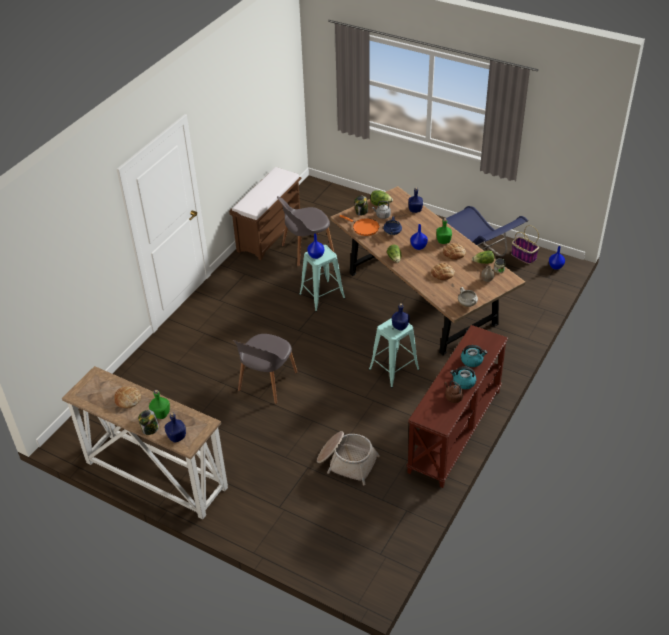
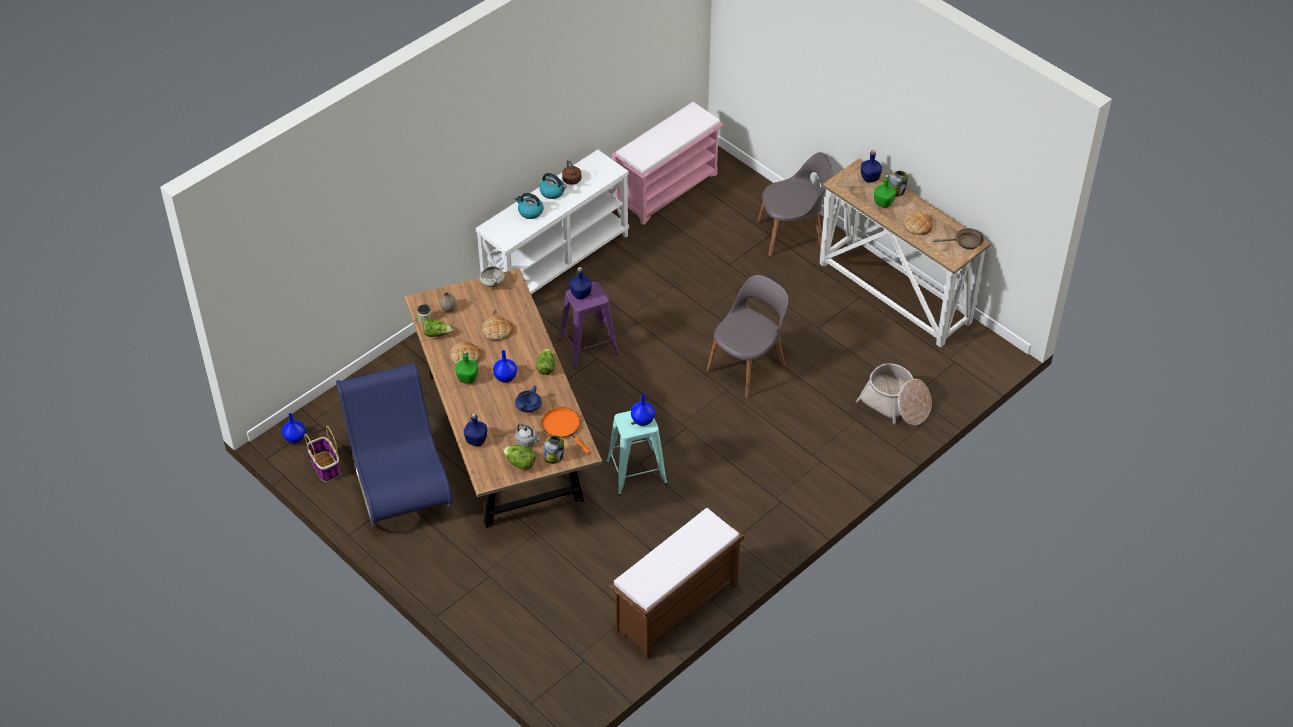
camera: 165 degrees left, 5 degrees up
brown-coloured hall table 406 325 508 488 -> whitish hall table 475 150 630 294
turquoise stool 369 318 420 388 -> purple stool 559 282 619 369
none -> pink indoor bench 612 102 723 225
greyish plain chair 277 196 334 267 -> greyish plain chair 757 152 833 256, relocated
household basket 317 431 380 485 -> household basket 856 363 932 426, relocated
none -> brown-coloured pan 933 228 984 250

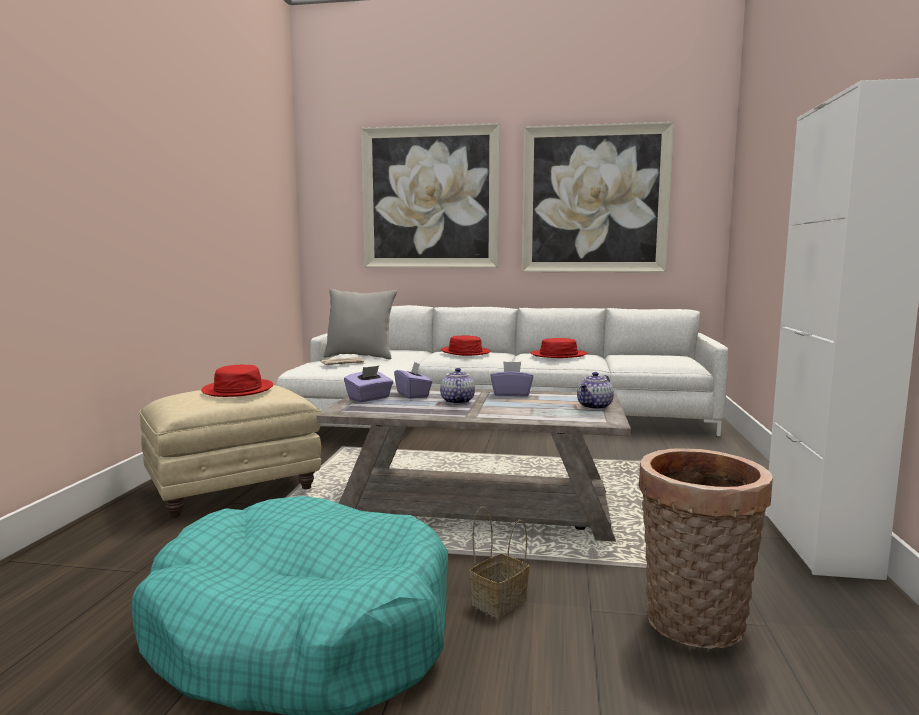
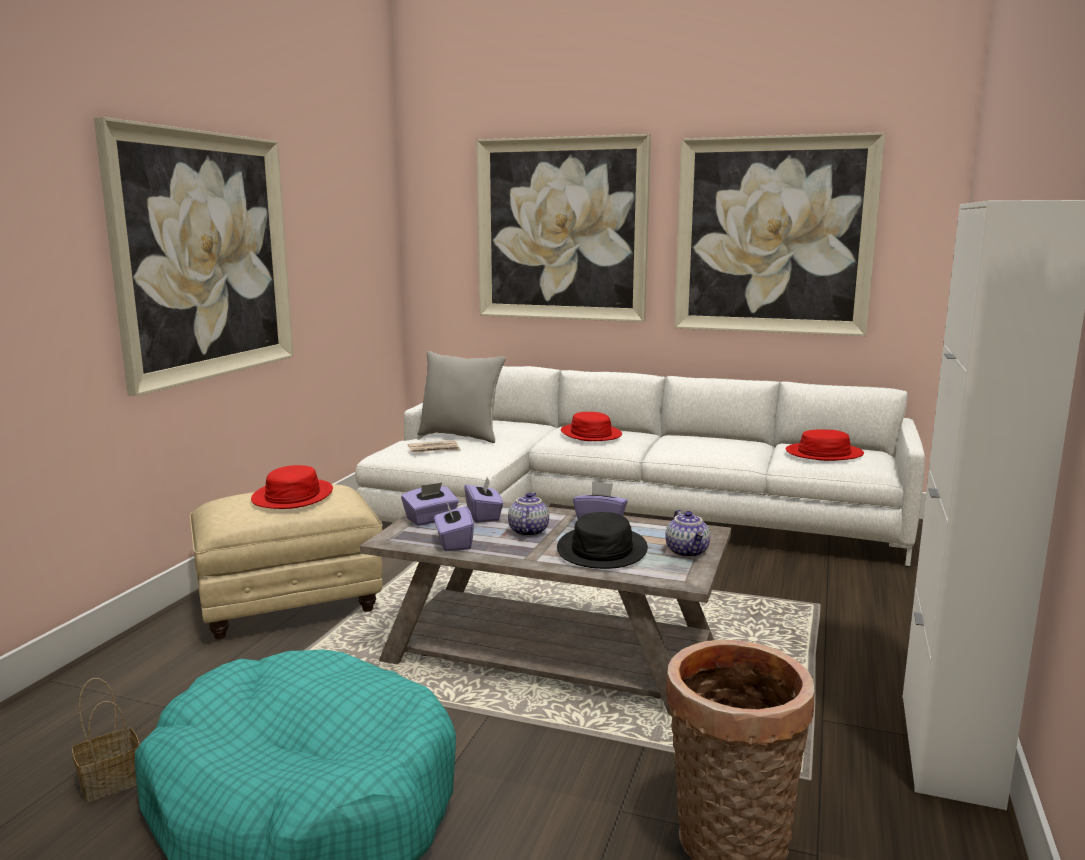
camera: 10 degrees right, 5 degrees up
household basket 470 507 529 618 -> household basket 72 678 140 802, relocated
none -> wall picture 94 117 294 396
none -> purple box of tissues 434 501 474 551
none -> blackish hat 557 512 648 569
pot for tea 577 372 614 410 -> pot for tea 665 510 710 558, 60 degrees counterclockwise
red-coloured hat 530 338 587 358 -> red-coloured hat 786 429 864 461, relocated

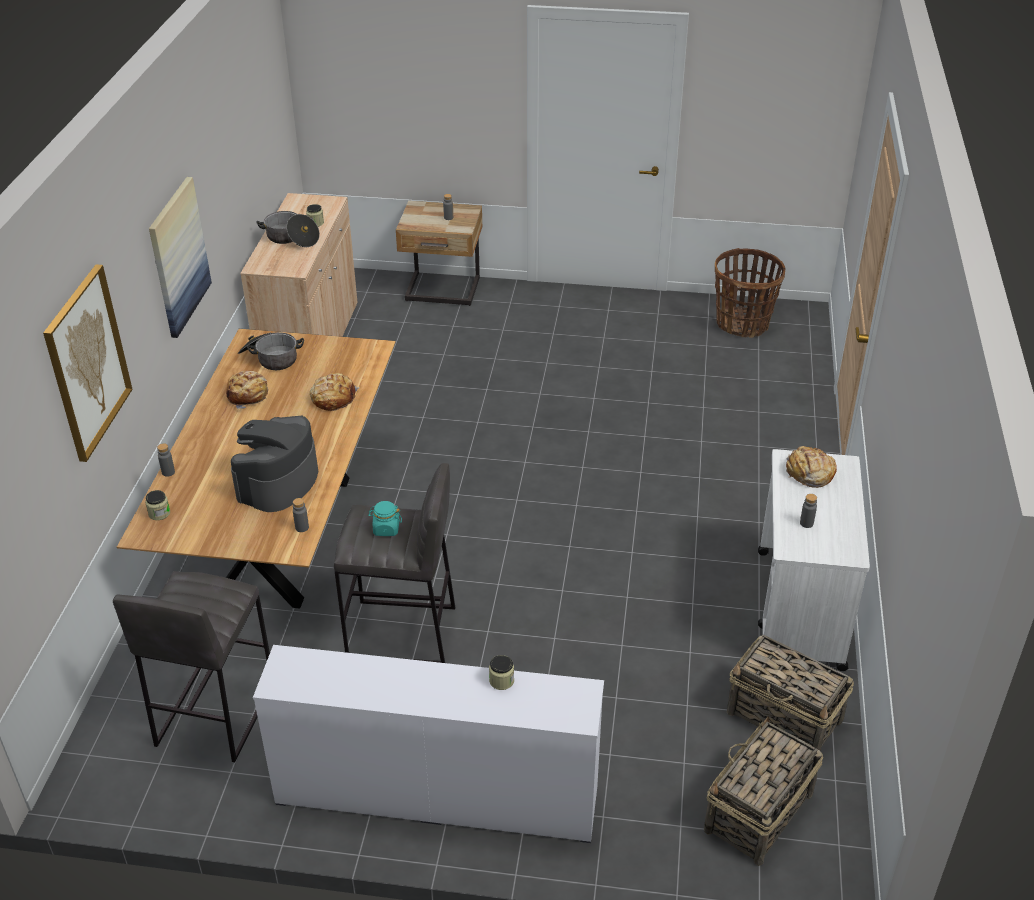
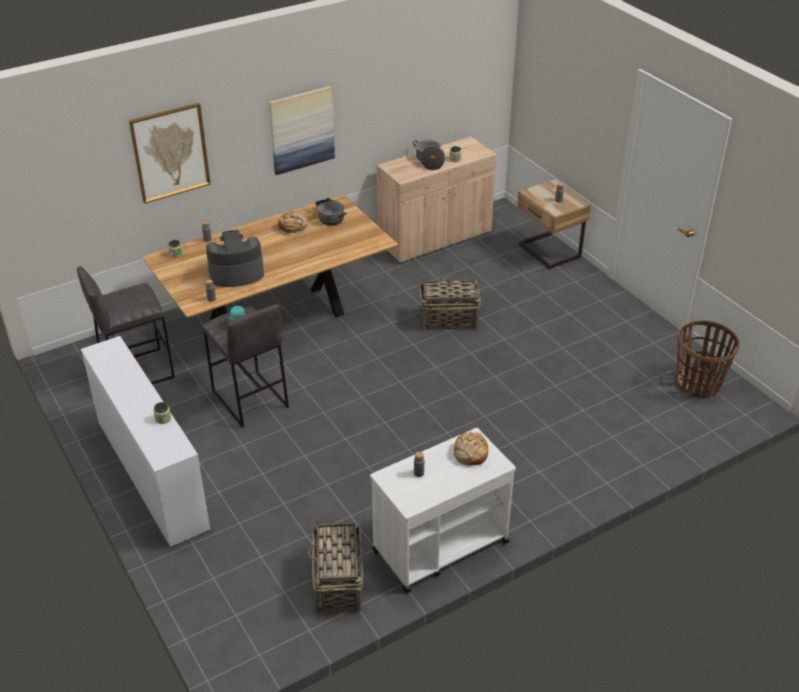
camera: 50 degrees right, 0 degrees up
household basket 704 717 823 866 -> household basket 418 277 481 331, relocated
baked bread 310 373 360 411 -> none

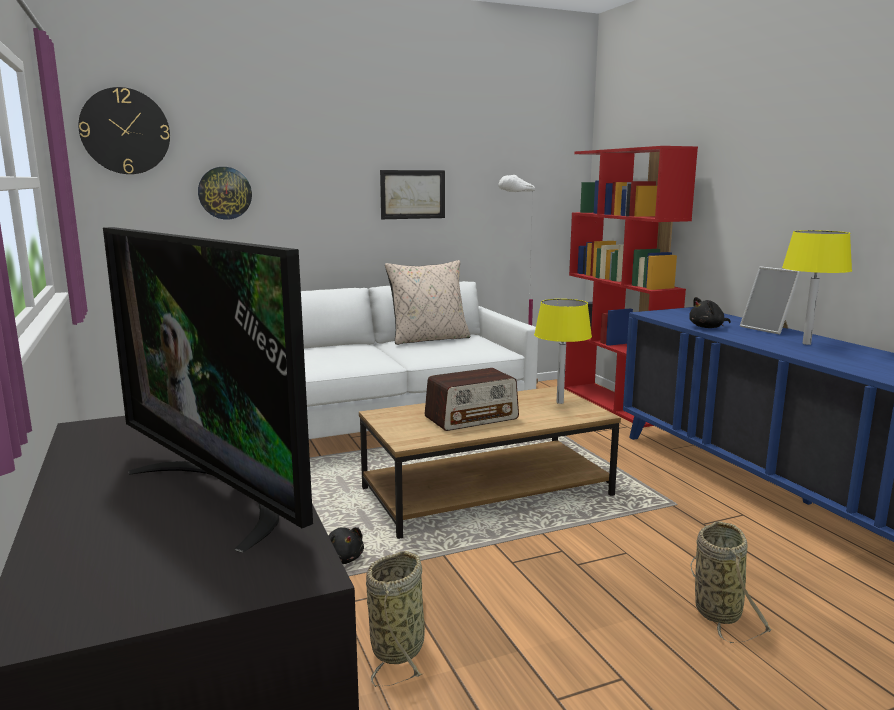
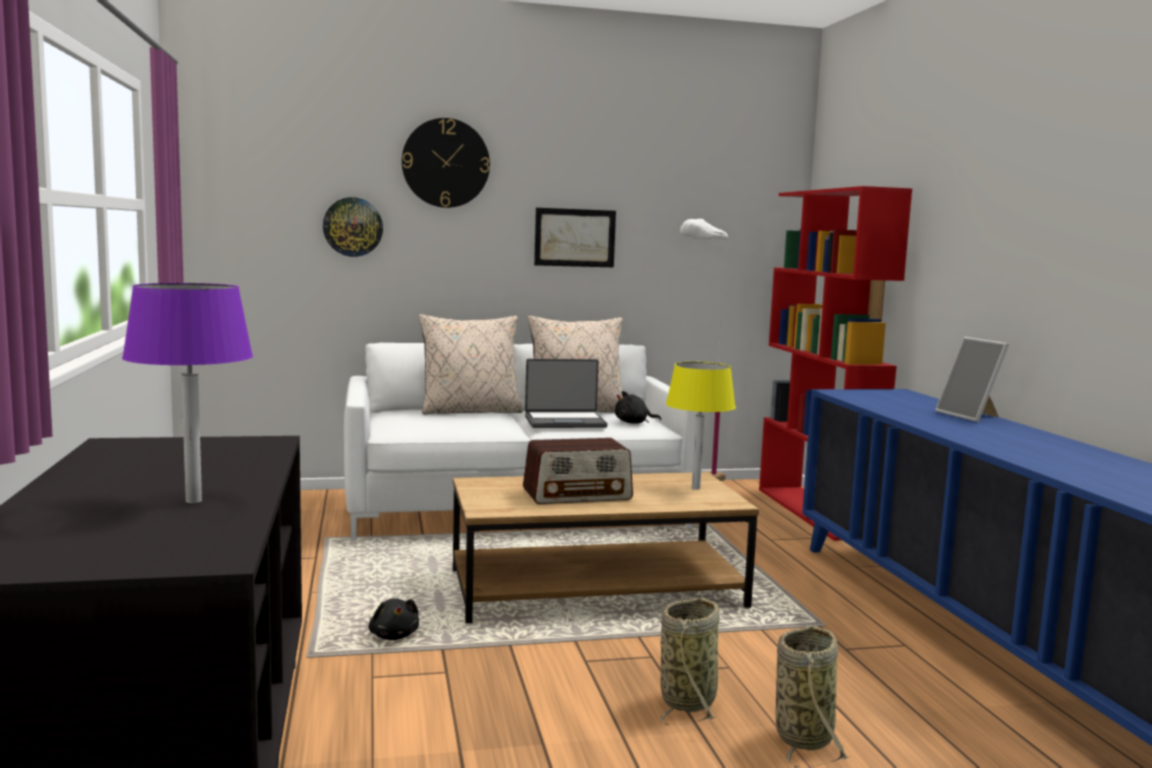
camera: 10 degrees right, 5 degrees down
television 103 227 313 553 -> purple lamp for a table 122 283 253 503
hanging clock 79 87 170 174 -> hanging clock 402 118 490 208, relocated
none -> beige cushion 419 315 523 415
none -> notebook computer 525 359 608 428
blackish soft toy 689 297 731 328 -> blackish soft toy 615 391 661 424, relocated
household basket 366 551 425 687 -> household basket 660 598 720 725, relocated
yellow lamp for a table 782 230 852 345 -> none

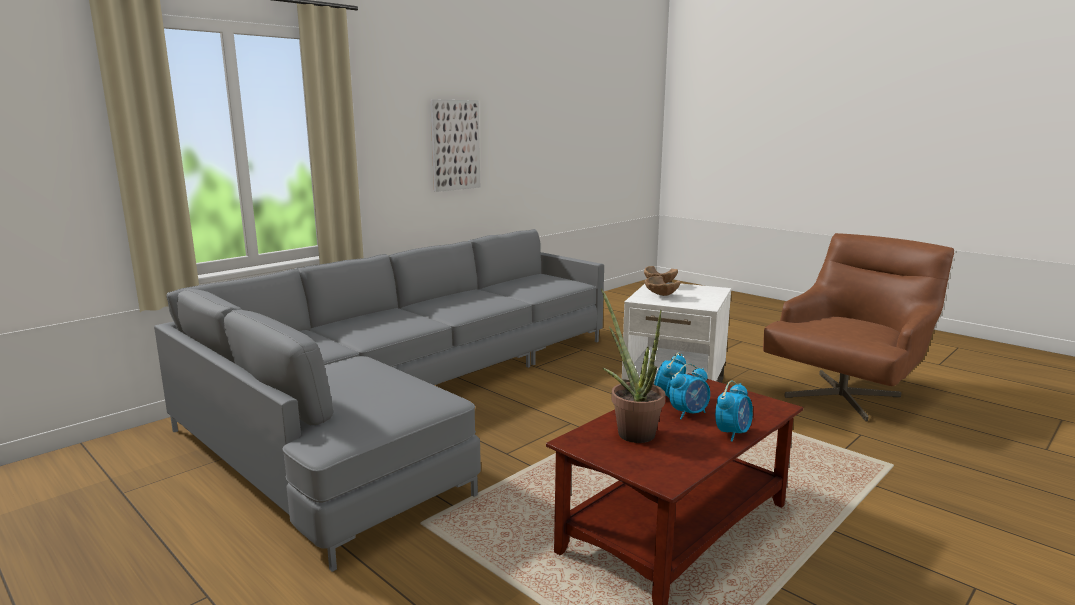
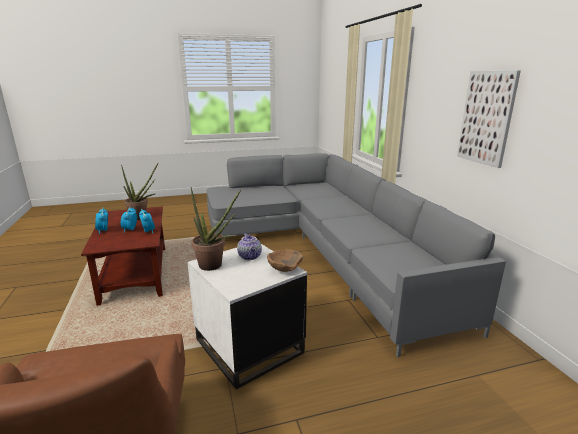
camera: 120 degrees right, 5 degrees up
none -> plant in a pot 191 187 241 271
brown-coloured deep dish 644 276 680 296 -> pot for tea 237 233 262 260

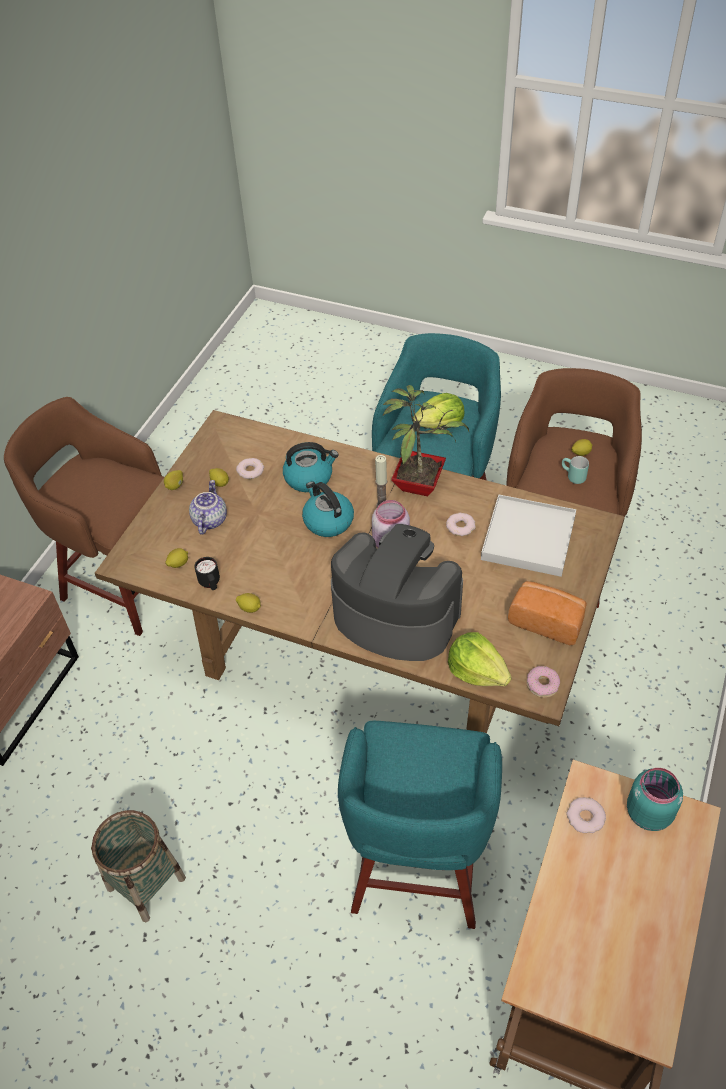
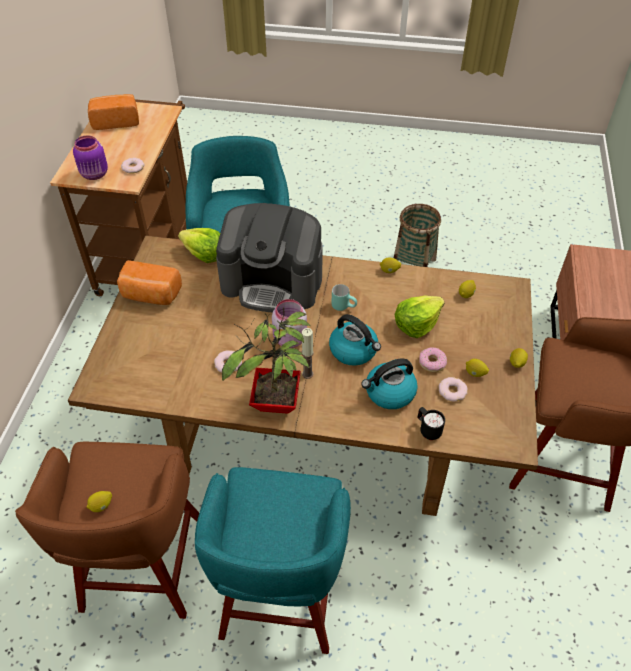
camera: 165 degrees right, 0 degrees up
turquoise storage jar 627 768 683 831 -> purple storage jar 73 135 108 180
none -> baked bread 88 94 139 130
turquoise coffee mug 562 456 589 484 -> turquoise coffee mug 332 284 357 311, relocated
lettuce head 413 393 464 429 -> lettuce head 395 296 445 338, relocated
blackish coffee mug 194 557 220 590 -> blackish coffee mug 417 407 445 440, relocated
ring doughnut 526 666 560 698 -> ring doughnut 419 347 447 372, relocated
pot for tea 189 480 227 535 -> none
whitish serving tray 481 495 576 577 -> none

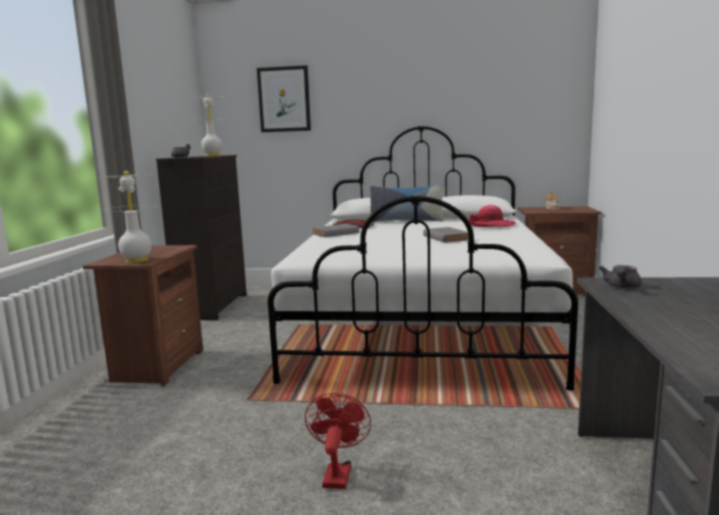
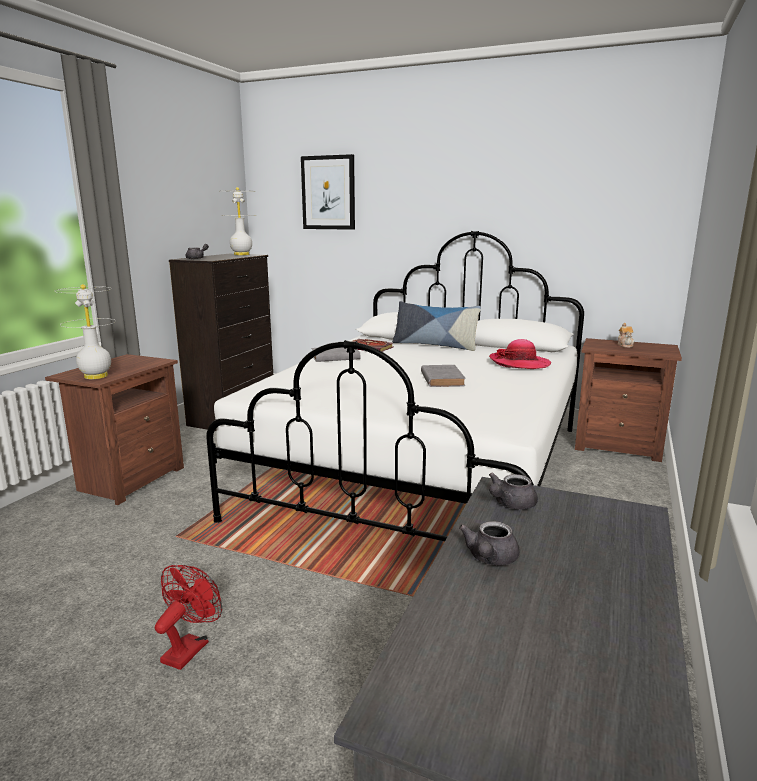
camera: 15 degrees right, 5 degrees up
none -> greyish pot for tea 459 521 520 566

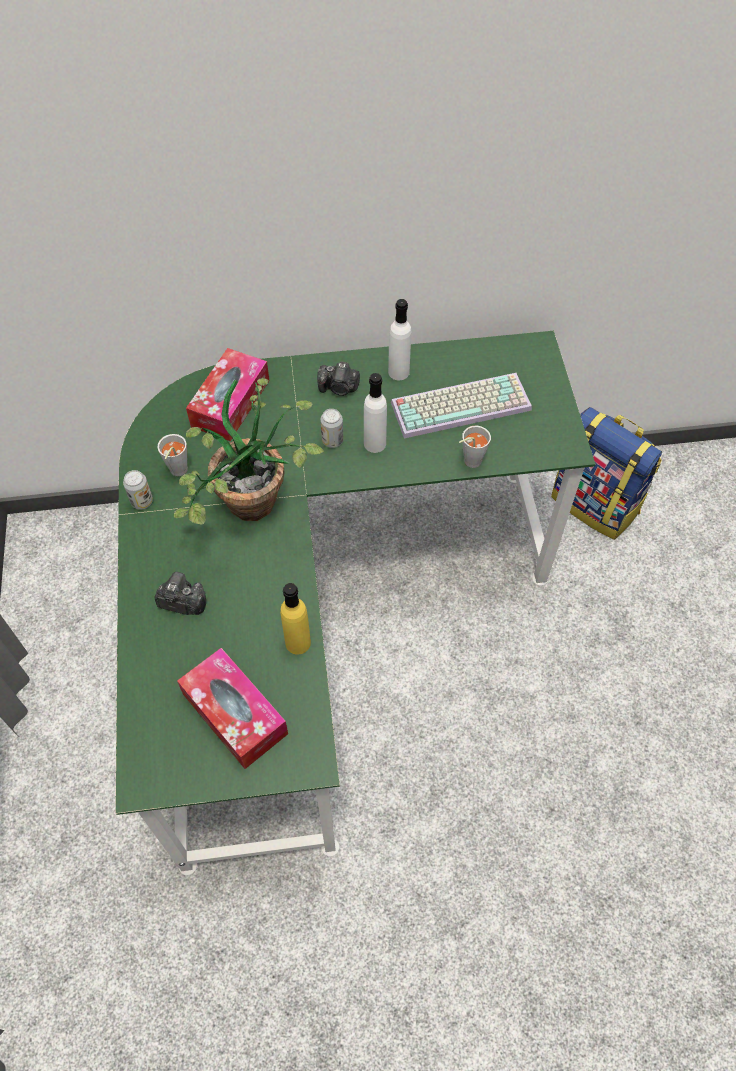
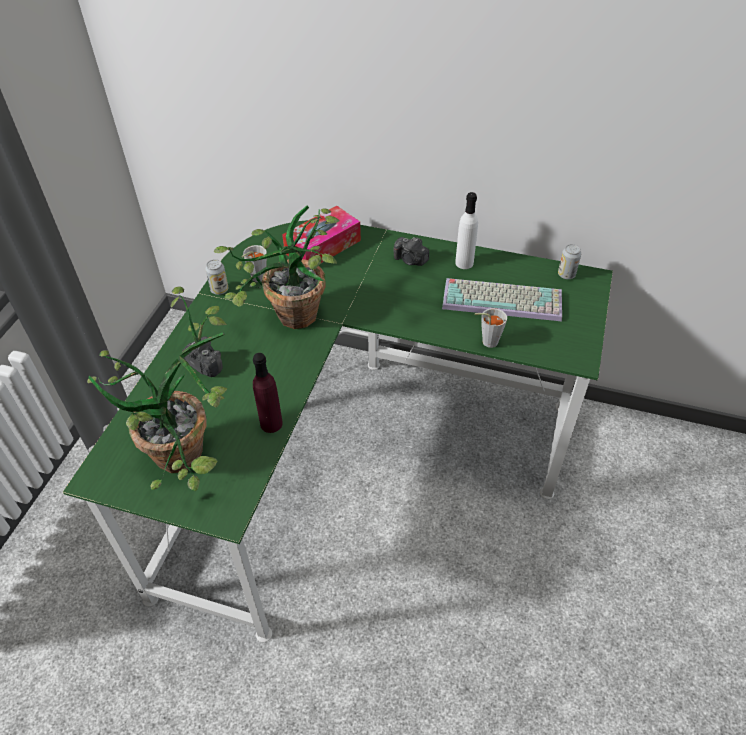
camera: 25 degrees right, 10 degrees down
box of tissues 177 648 288 769 -> plant in a pot 87 286 227 491
yellow beverage bottle 280 583 311 654 -> purple beverage bottle 253 353 283 433
sealed can 320 409 343 448 -> sealed can 558 244 581 279, relocated
whitish beverage bottle 364 373 387 453 -> none
knapsack 551 407 662 540 -> none

